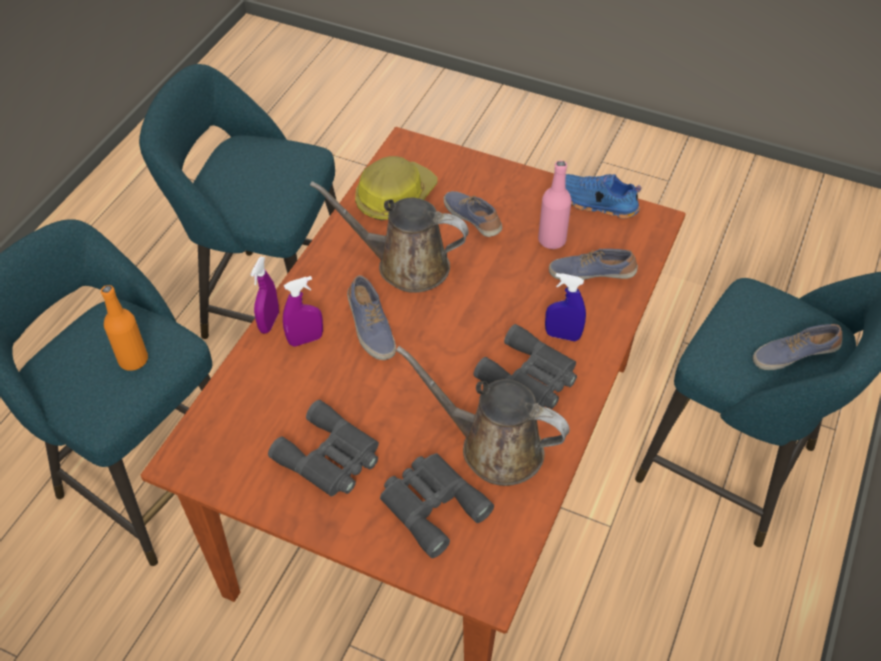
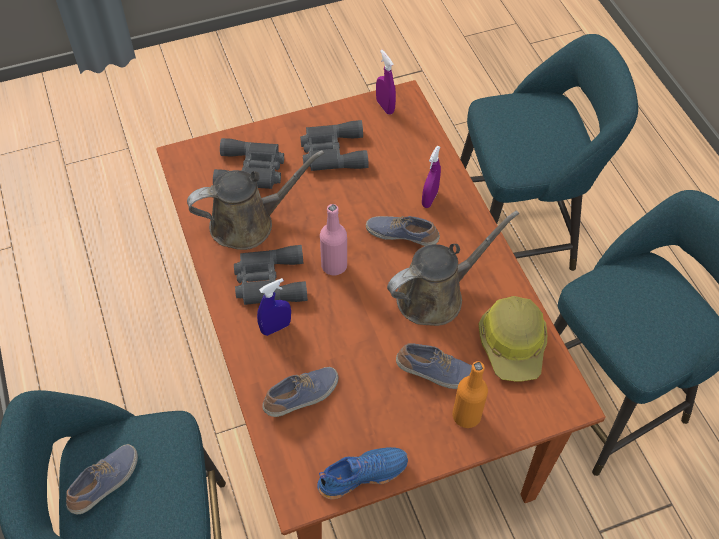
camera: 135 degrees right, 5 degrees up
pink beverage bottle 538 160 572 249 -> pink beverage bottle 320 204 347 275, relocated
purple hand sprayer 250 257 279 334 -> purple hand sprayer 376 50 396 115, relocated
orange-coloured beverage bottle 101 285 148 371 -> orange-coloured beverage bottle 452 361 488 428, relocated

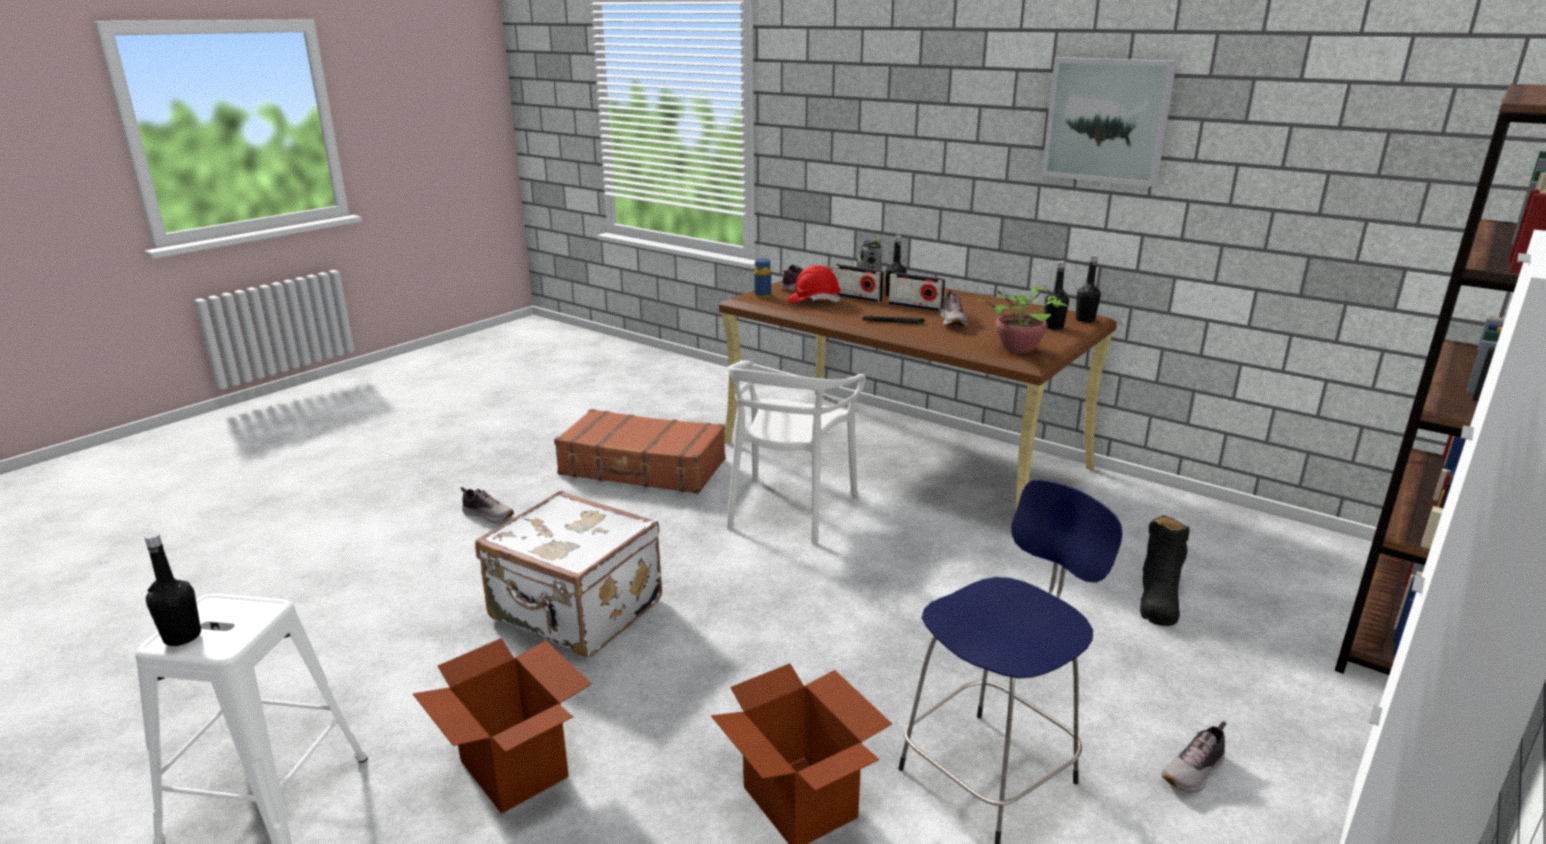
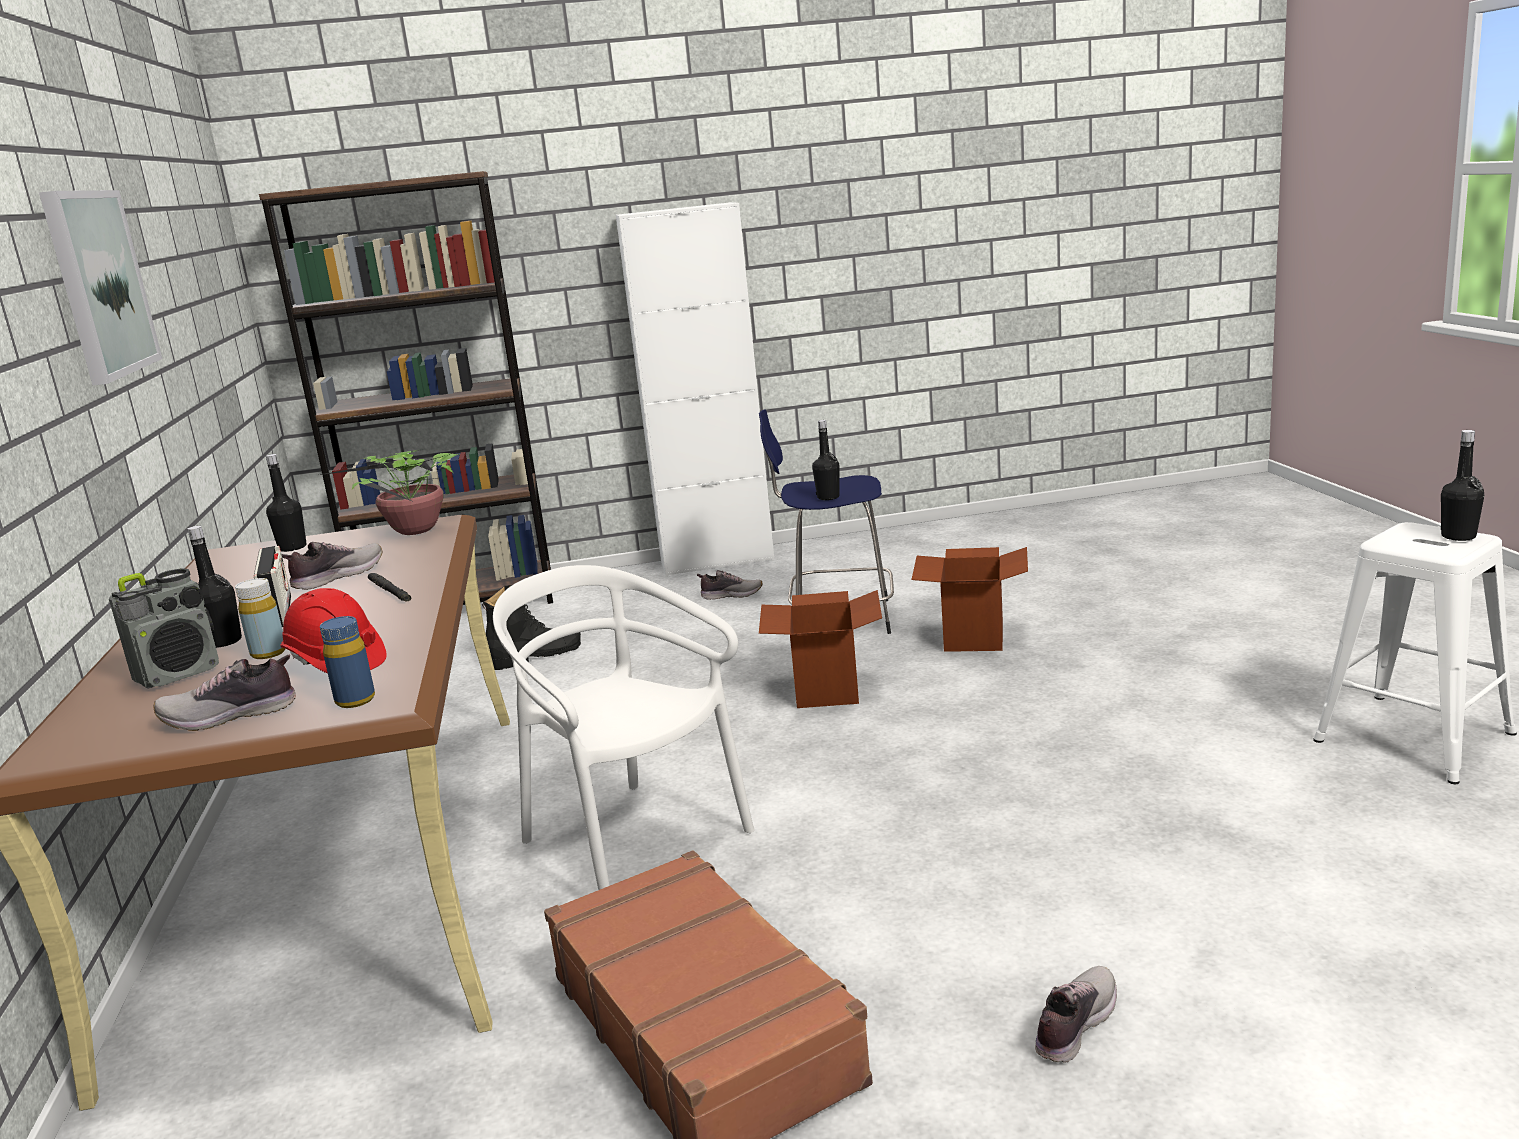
camera: 135 degrees left, 5 degrees down
radio receiver 832 264 884 303 -> yellow beverage bottle 235 578 285 659
whitish plain chair 727 360 866 544 -> whitish plain chair 493 565 754 890, 105 degrees counterclockwise
packing box 413 638 592 814 -> packing box 759 590 882 708, relocated
blackish beverage bottle 1076 255 1101 323 -> blackish beverage bottle 812 420 840 500, relocated
shoe 460 487 514 523 -> shoe 1035 966 1117 1063, 60 degrees clockwise
whitish travel case 475 491 662 657 -> none

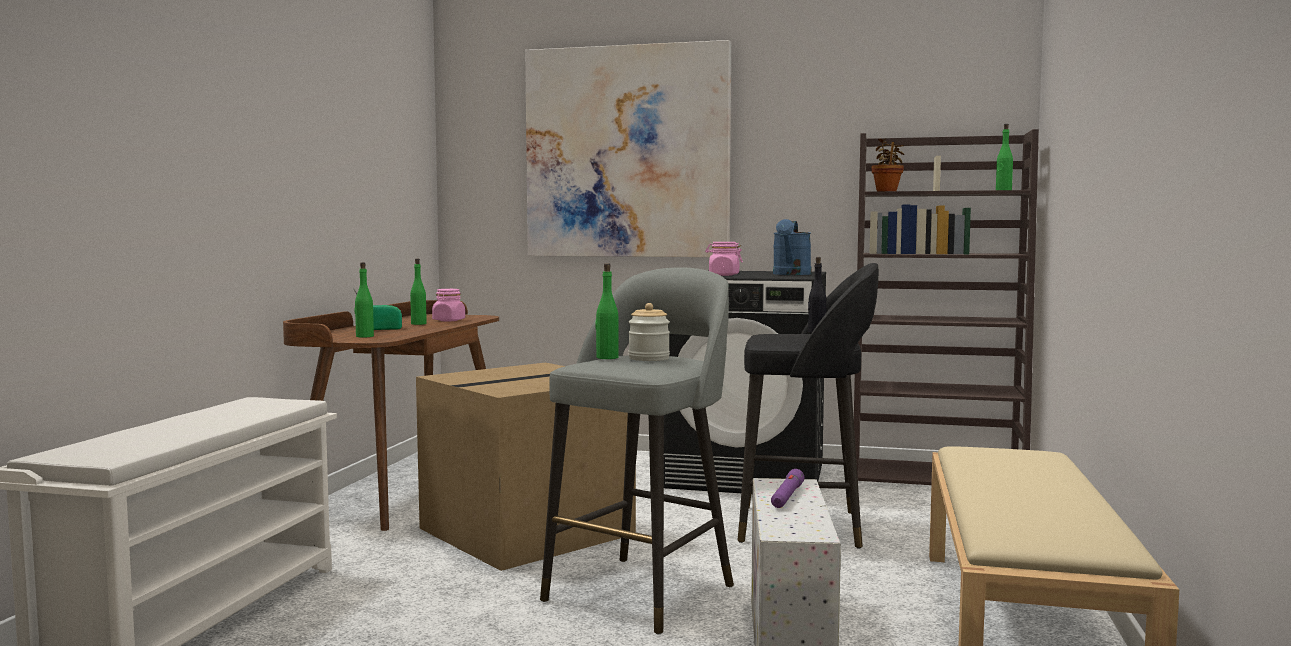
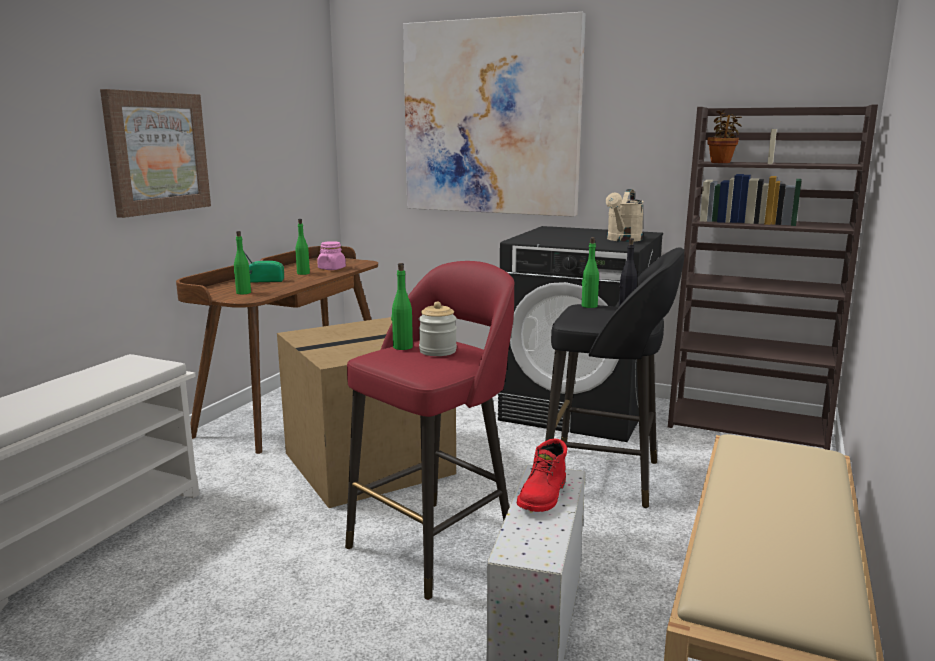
camera: 10 degrees right, 10 degrees up
none -> wall picture 100 89 211 218
greyish stool 540 267 734 634 -> red-coloured stool 345 261 514 600
purple hand torch 771 469 804 508 -> red-coloured high-top boot 517 439 567 512
green beverage bottle 996 124 1013 190 -> green beverage bottle 582 237 599 308, relocated
bluish sprinkling can 773 219 811 275 -> beige sprinkling can 606 189 644 242
pink storage jar 705 242 743 276 -> none

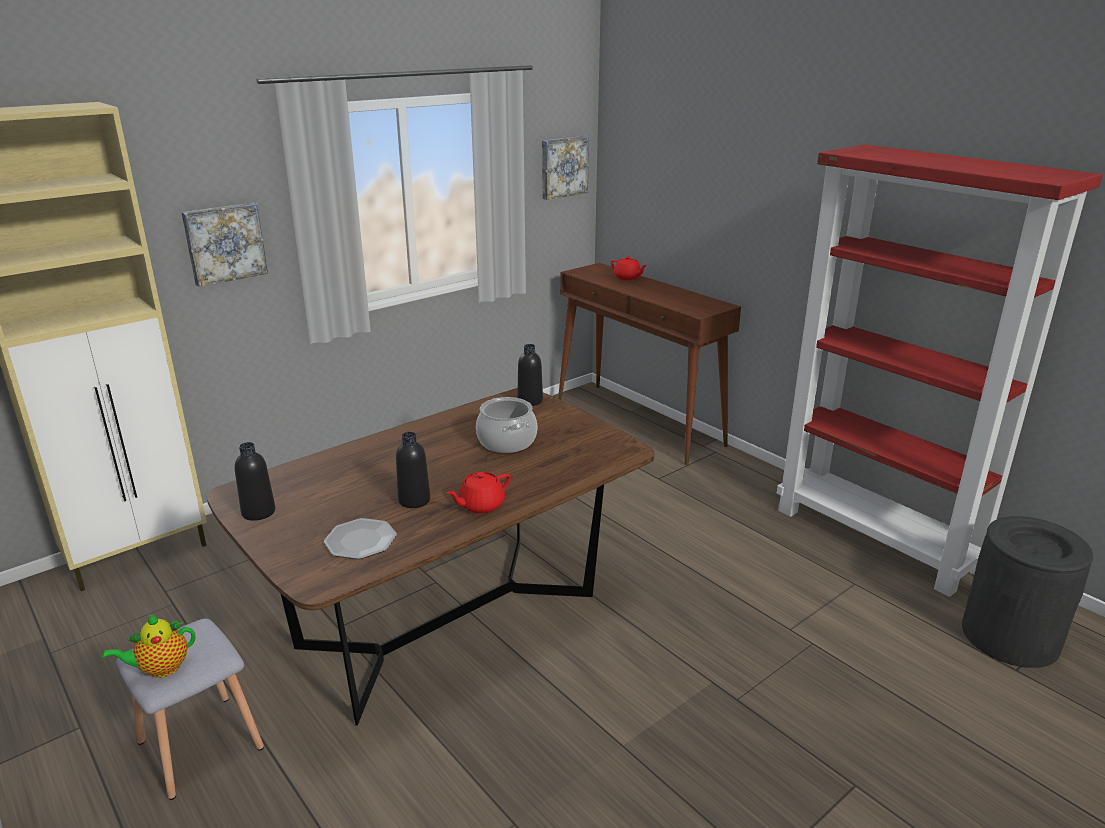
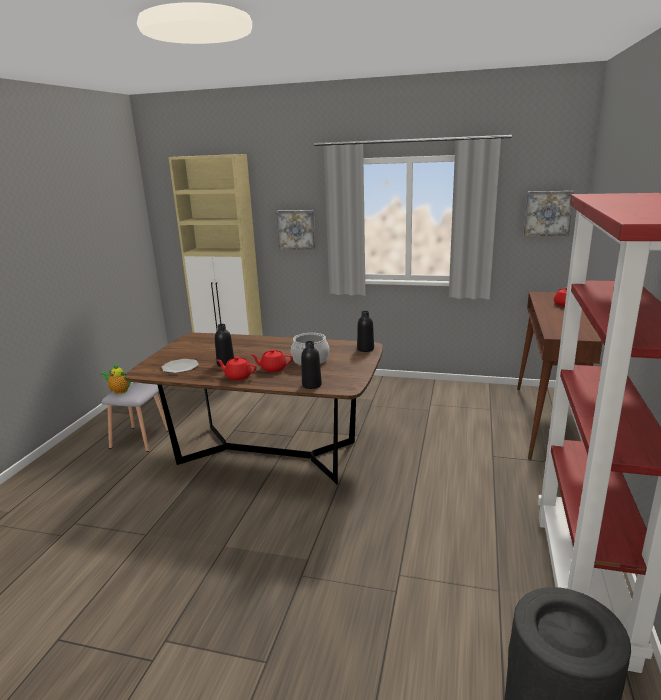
camera: 55 degrees right, 5 degrees down
none -> red-coloured pot for tea 250 349 293 372
blackish beverage bottle 235 442 275 521 -> blackish beverage bottle 301 341 322 389, relocated

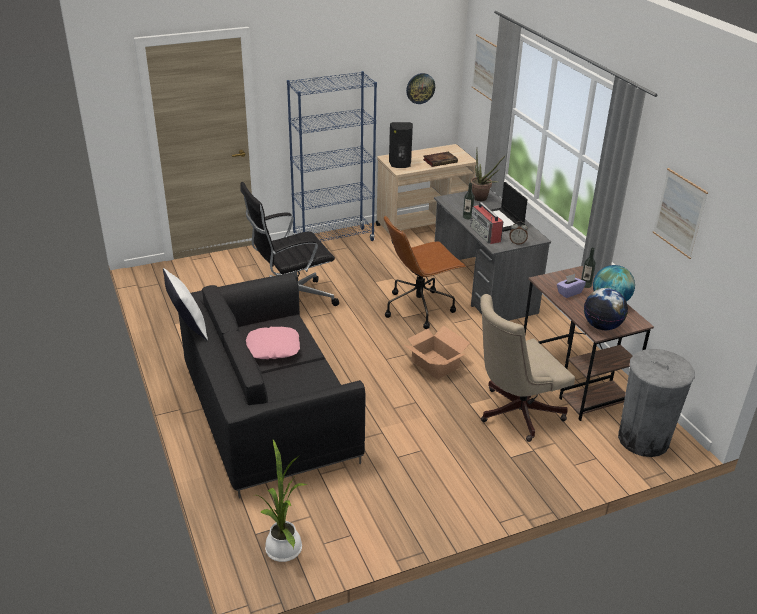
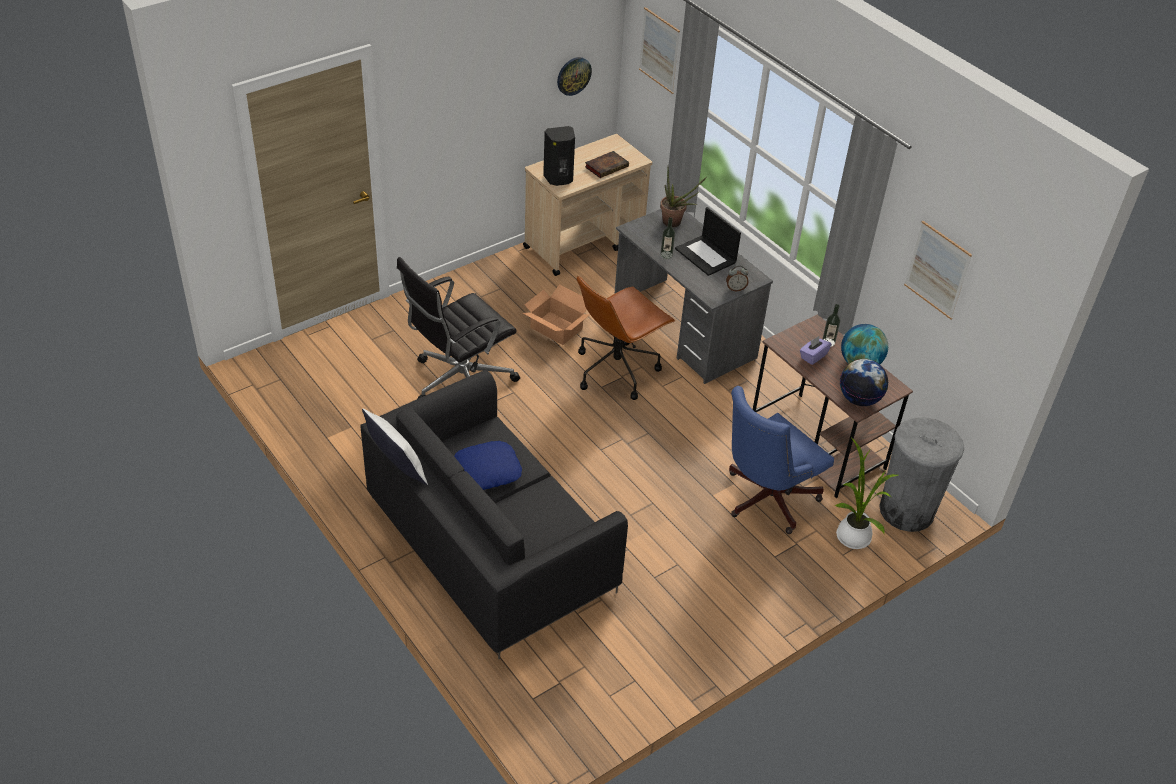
camera: 15 degrees left, 10 degrees up
pink cushion 246 327 300 359 -> bluish cushion 454 441 522 490
packing box 404 326 470 380 -> packing box 523 284 590 345, relocated
beige desk chair 480 294 575 442 -> bluish desk chair 729 386 834 534
plant in a pot 253 440 308 562 -> plant in a pot 835 438 898 549, relocated
bluish bookshelf 287 71 377 241 -> none
radio receiver 470 202 503 244 -> none

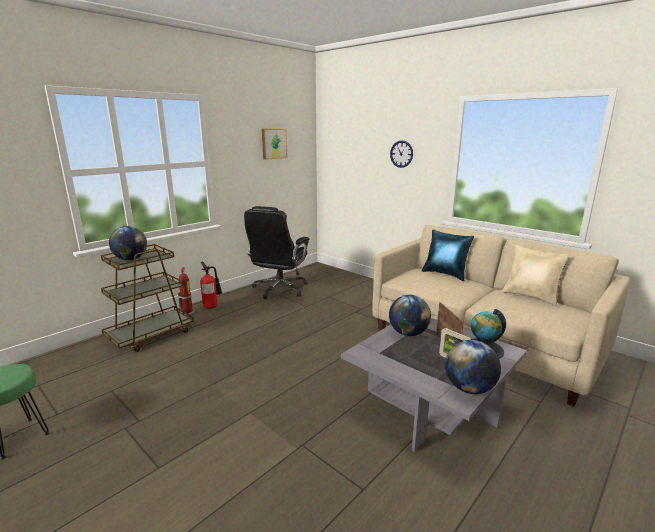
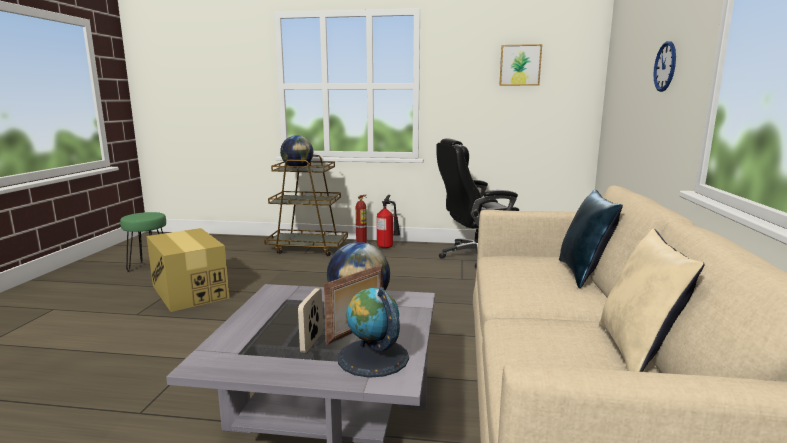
camera: 55 degrees right, 5 degrees down
none -> packing box 146 228 229 312
world globe 445 340 501 394 -> none

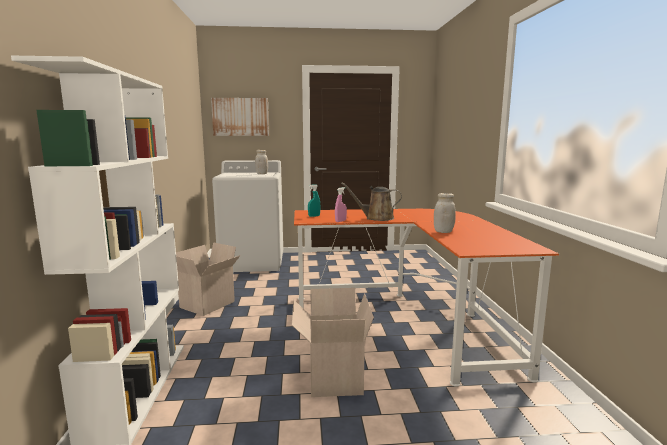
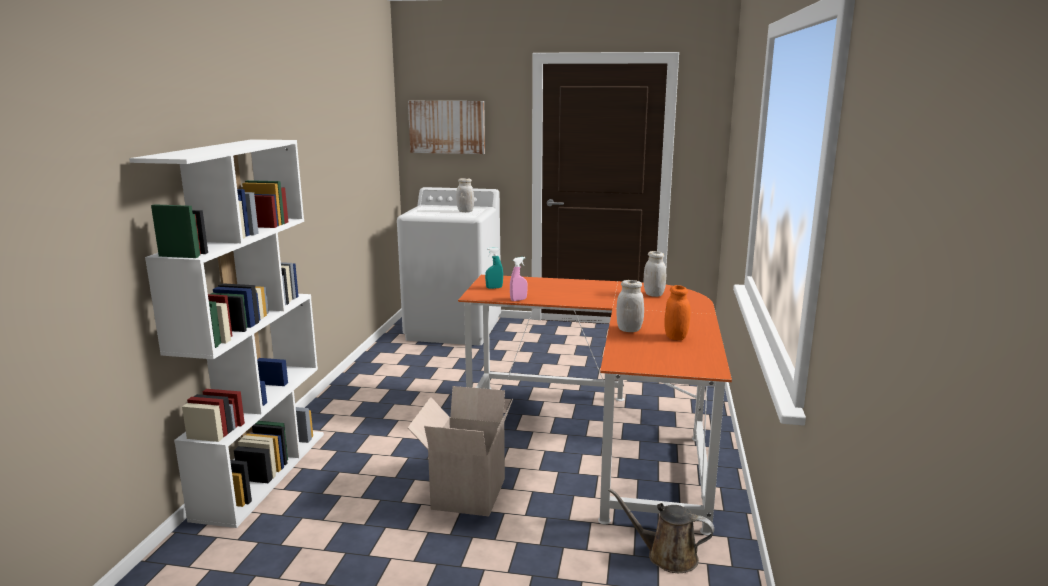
camera: 15 degrees right, 5 degrees up
brown-coloured sprinkling can 341 183 402 221 -> brown-coloured sprinkling can 608 488 714 573, relocated
none -> whitish storage jar 644 251 666 297
none -> orange-coloured storage jar 664 285 691 340
packing box 176 242 240 316 -> none

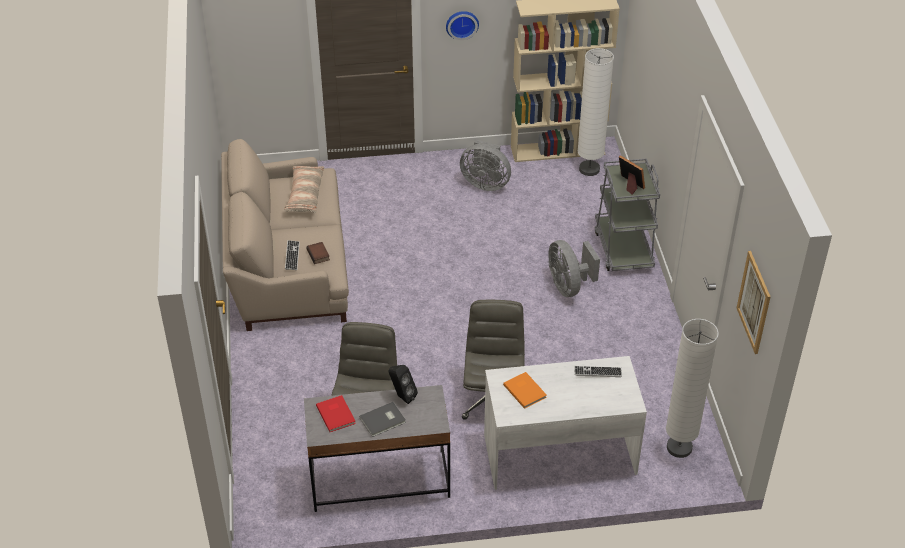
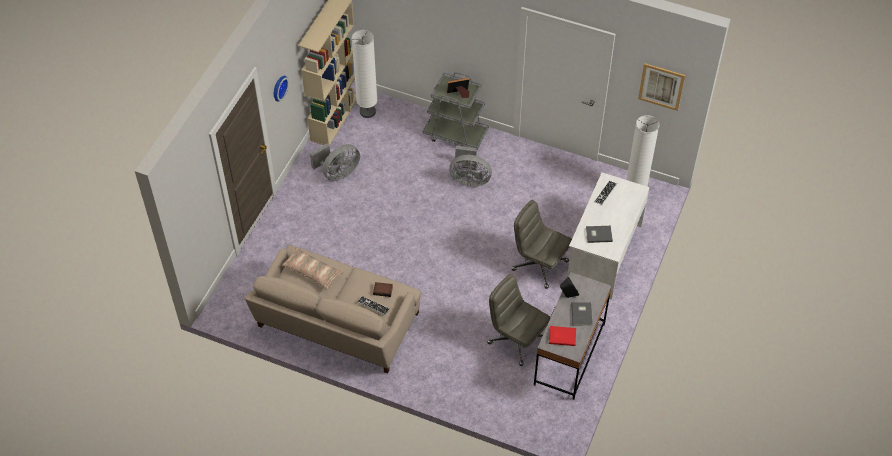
camera: 60 degrees left, 10 degrees up
orange-coloured bound book 503 372 547 409 -> greyish bound book 586 226 613 243

